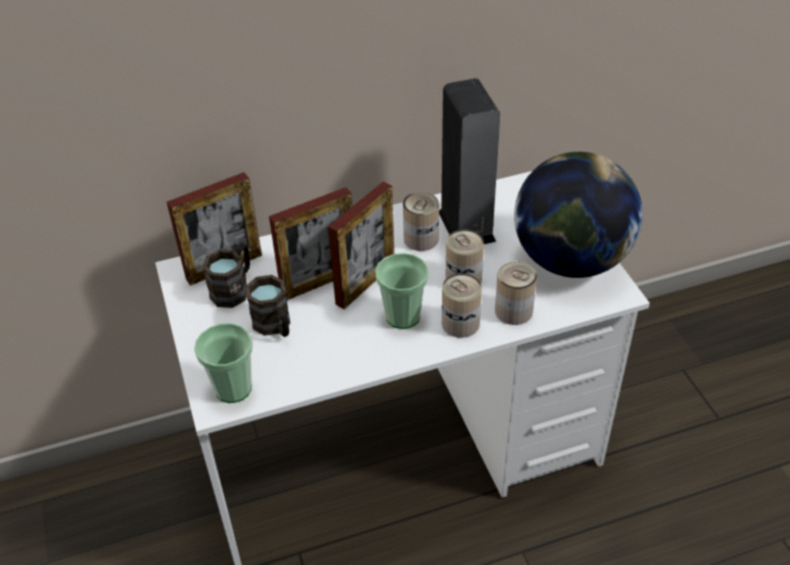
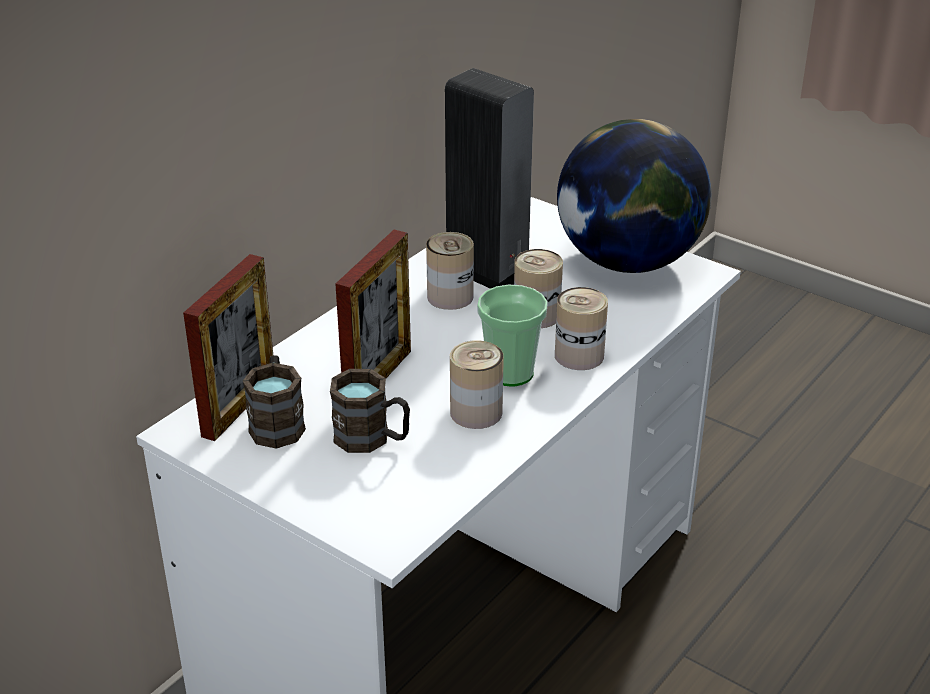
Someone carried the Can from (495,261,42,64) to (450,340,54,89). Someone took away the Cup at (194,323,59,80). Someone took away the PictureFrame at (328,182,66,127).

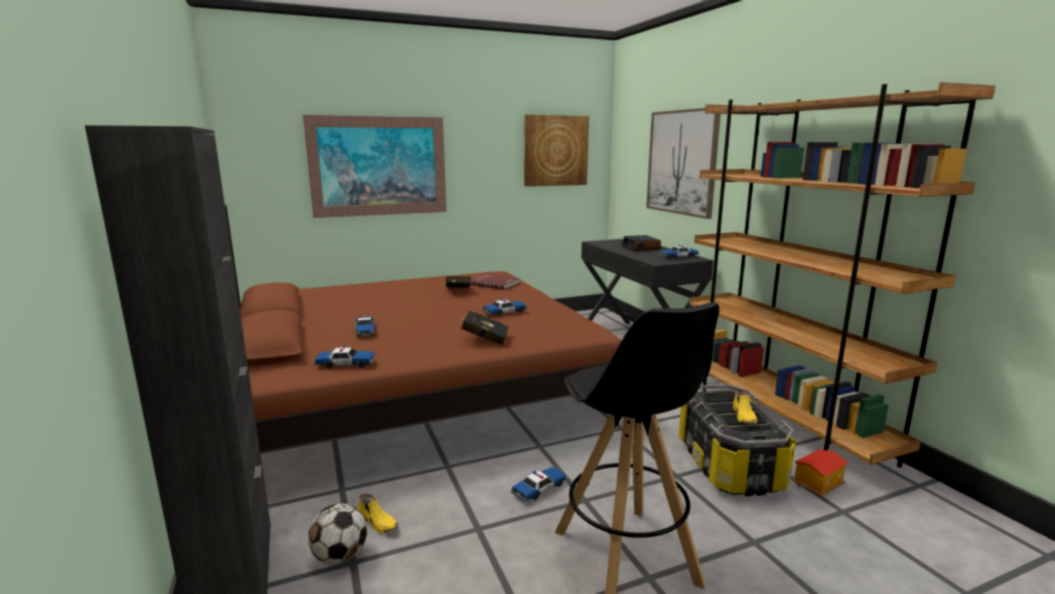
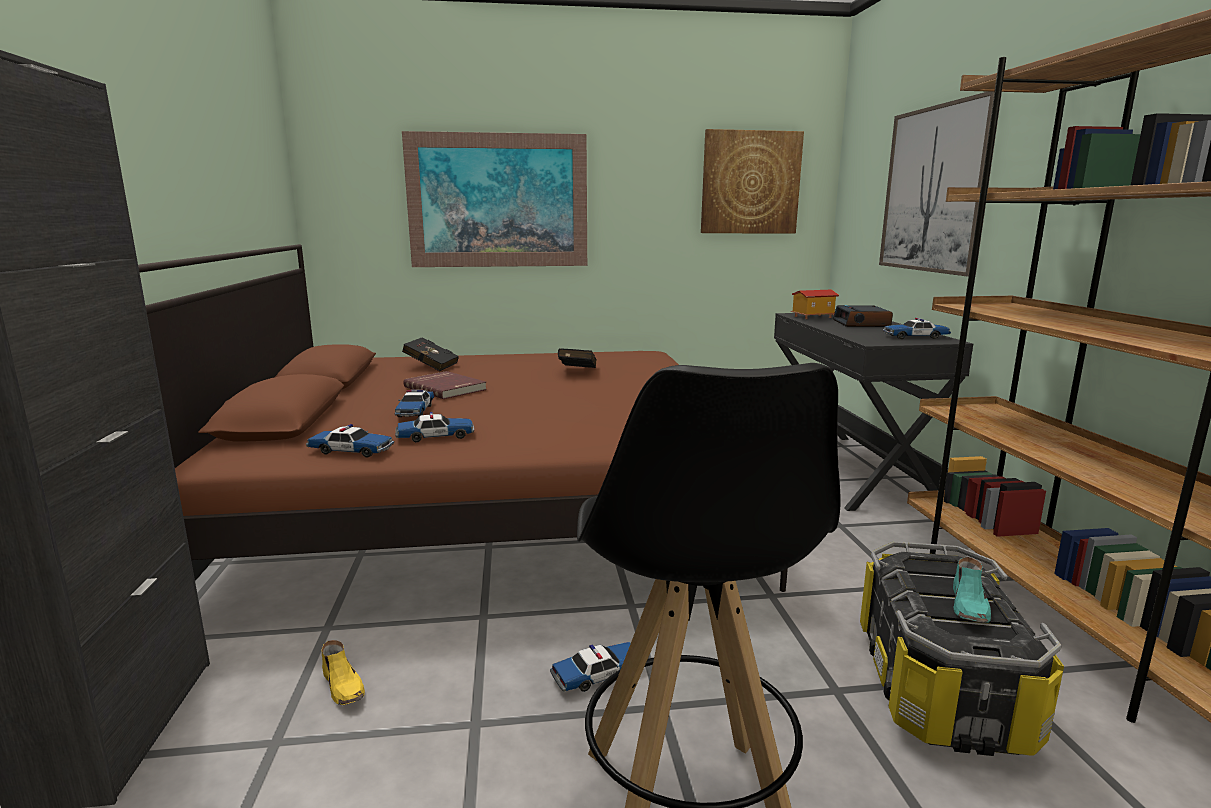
Someone carried the ToyCar from (482,298,45,18) to (395,412,79,30). Someone carried the BlackBook from (457,311,52,35) to (402,338,57,33). Someone carried the RedBook from (470,274,50,16) to (403,371,84,28). Someone carried the ToyHouse from (792,449,56,48) to (791,289,48,30). Someone repainted the YellowShoe at (733,390,24,34), which became the TurquoiseShoe at (953,557,38,66). Someone took away the Football at (308,503,59,61).

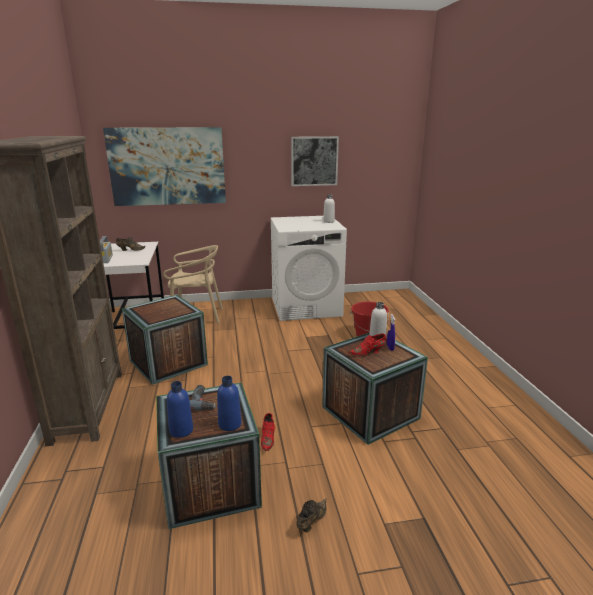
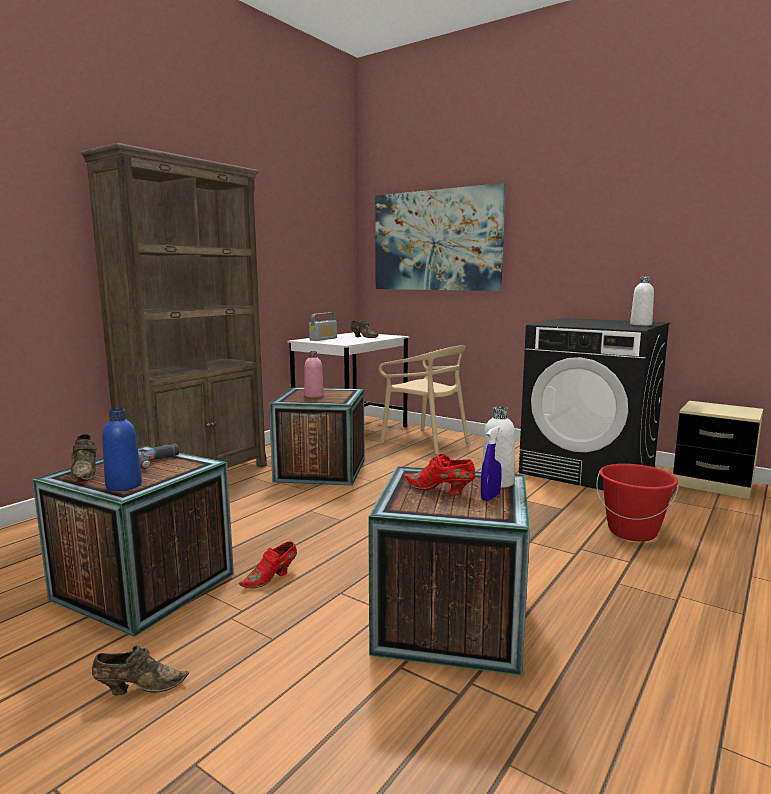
Someone swapped the BlueBottle at (167,381,26,57) for the BrownShoe at (70,434,27,48). Someone put down the PinkBottle at (304,351,20,47). Someone repainted the WhiteWashingMachine at (270,216,77,105), which became the BlackWashingMachine at (519,318,151,172). Someone put down the BeigeNightstand at (673,401,90,98). Someone took away the Picture at (291,136,48,50).

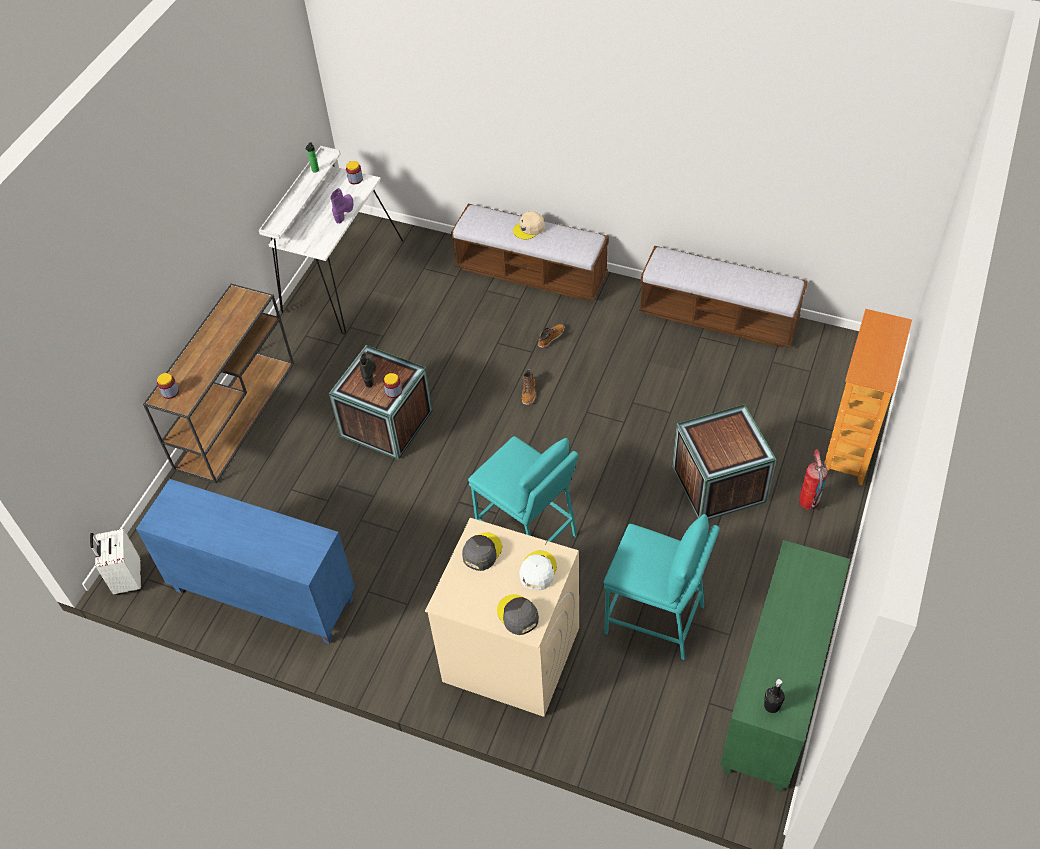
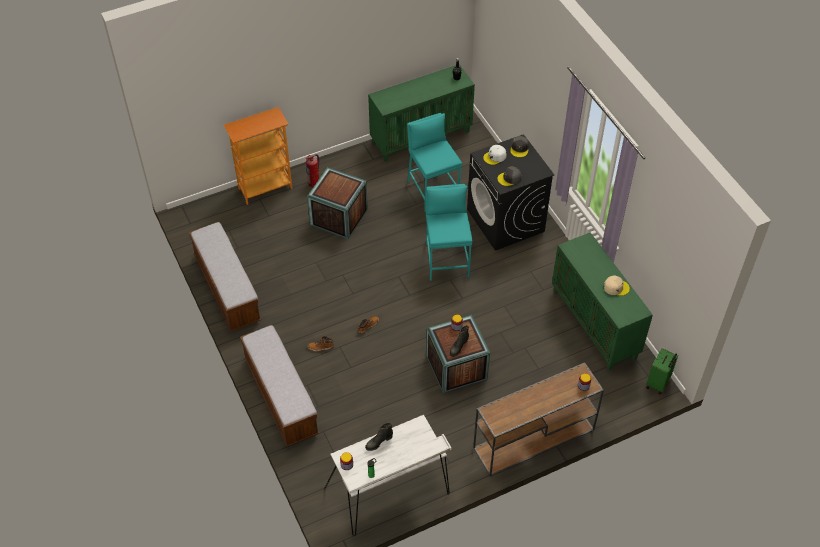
Someone repainted the PurpleBoot at (330,188,24,35), which became the BlackBoot at (365,423,28,28). Someone repainted the BeigeWashingMachine at (425,518,154,199), which became the BlackWashingMachine at (467,134,87,117). Someone repainted the BlueCabinet at (136,479,219,165), which became the GreenCabinet at (552,232,101,138). Someone carried the BeigeCap from (513,211,32,28) to (604,276,26,20). Someone repainted the WhiteSuitcase at (90,529,51,66), which became the GreenSuitcase at (646,348,32,47).

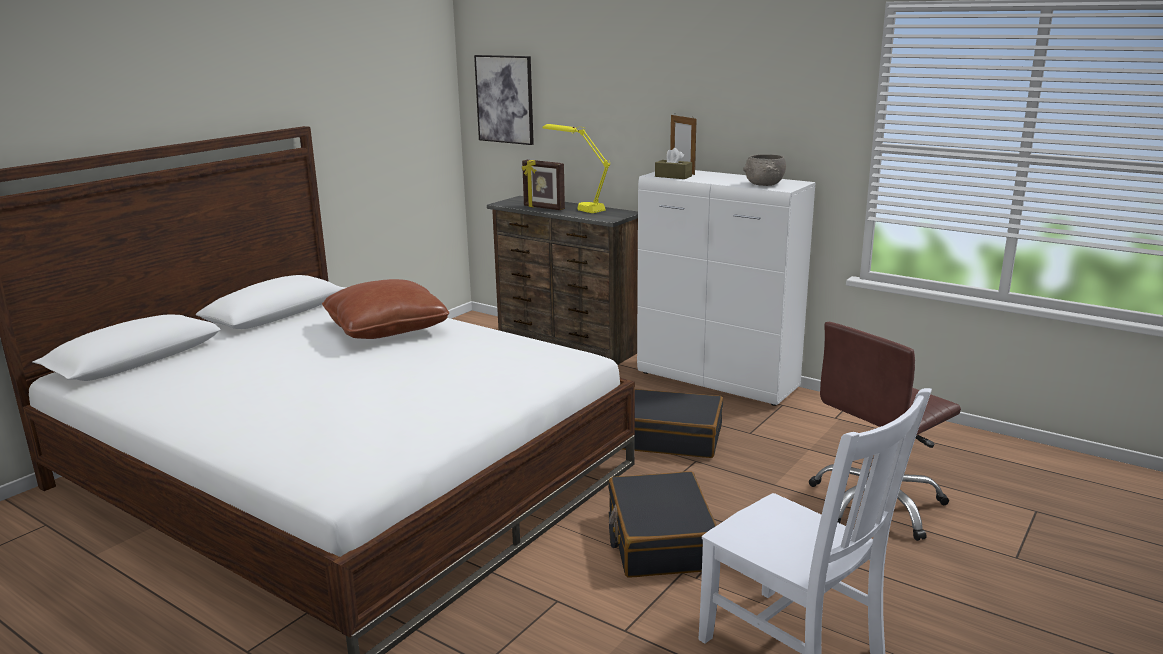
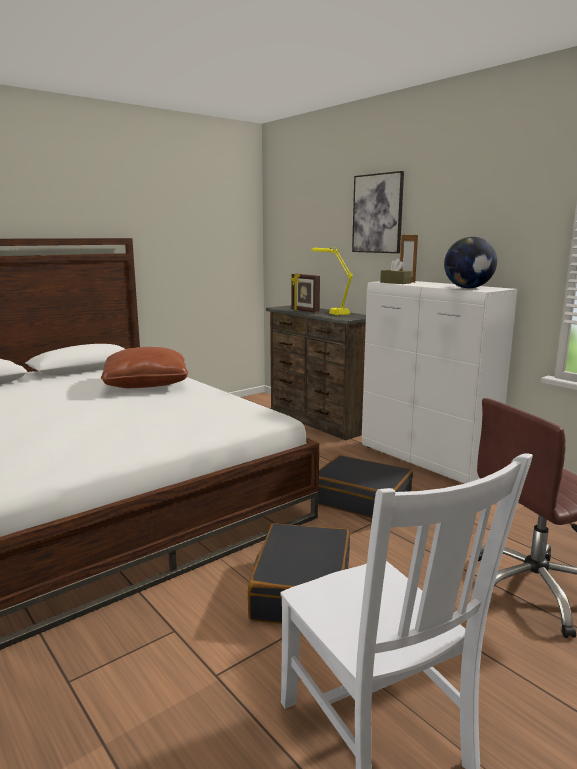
Someone carried the Picture from (474,55,60,90) to (352,171,52,82). Someone swapped the GreyBowl at (743,154,43,32) for the Globe at (444,237,53,51).

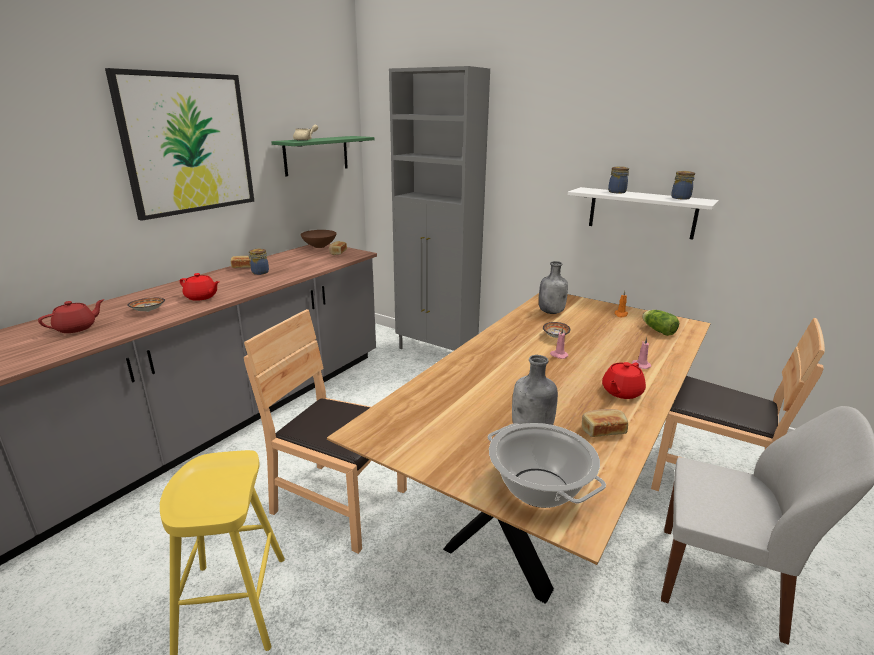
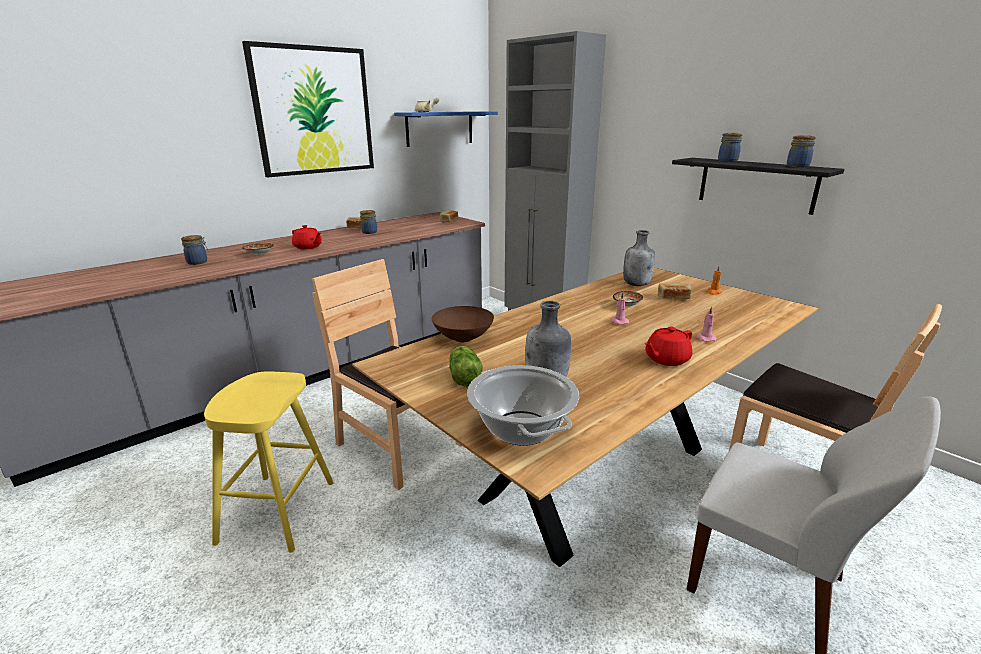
Someone swapped the RedTeapot at (38,299,66,34) for the Jar at (181,235,27,30). Someone repainted the GreenShelf at (271,136,104,40), which became the BlueShelf at (394,111,104,36). Someone carried the BrownBowl from (300,230,36,18) to (432,306,62,36). Someone carried the Lettuce from (642,310,37,26) to (449,346,34,41). Someone carried the Bread from (582,409,46,28) to (658,283,33,16). Someone repainted the WhiteShelf at (568,187,151,52), which became the BlackShelf at (672,158,172,57).

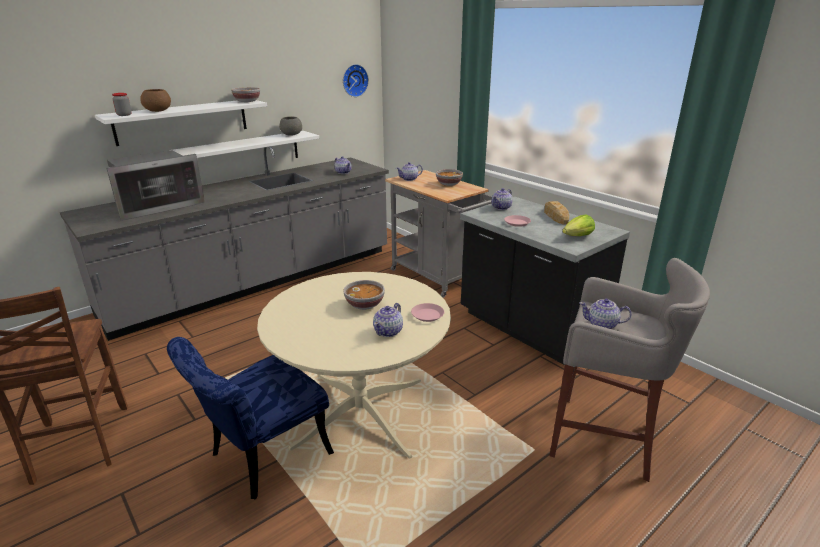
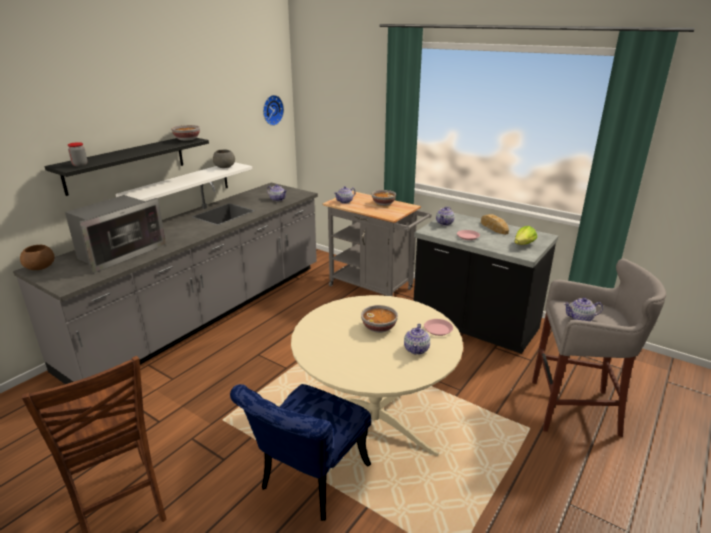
Someone carried the BrownBowl from (140,89,31,23) to (20,245,34,25). Someone repainted the WhiteShelf at (95,100,172,46), which became the BlackShelf at (44,138,165,58).

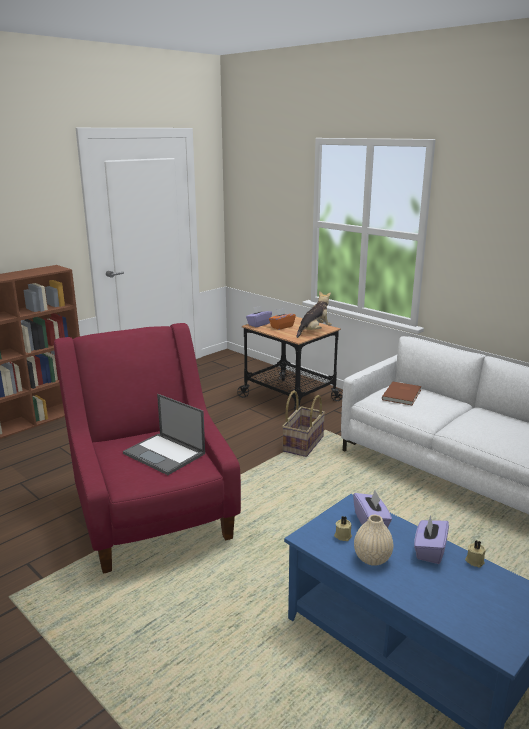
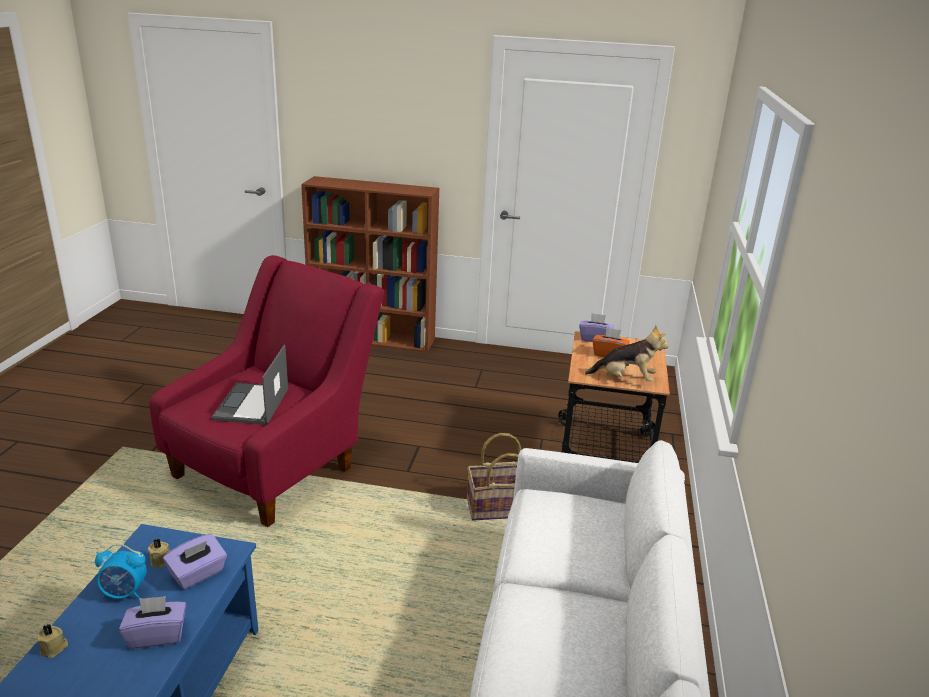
Someone carried the BeigeCandle from (465,540,21,27) to (37,624,31,34). Someone swapped the BeigeVase at (354,515,40,51) for the AlarmClock at (95,544,52,55). Someone took away the BrownBook at (382,382,39,23).

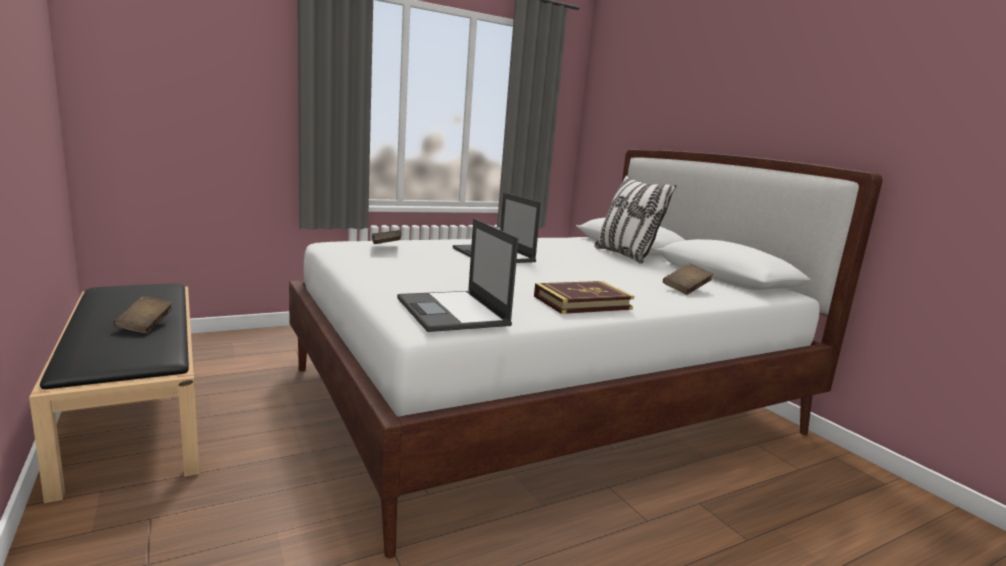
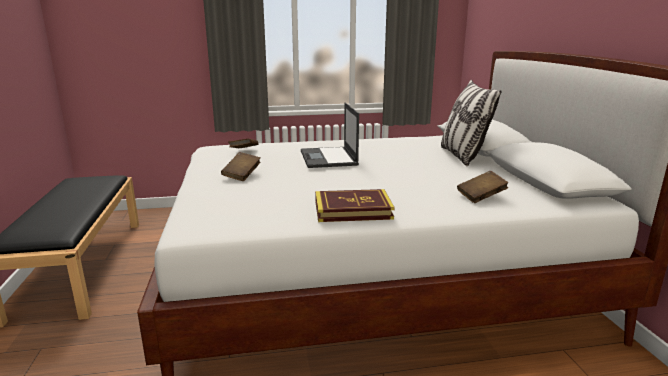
Someone carried the BrownBook from (114,296,59,38) to (221,152,39,29). Someone took away the Laptop at (397,219,122,113).

